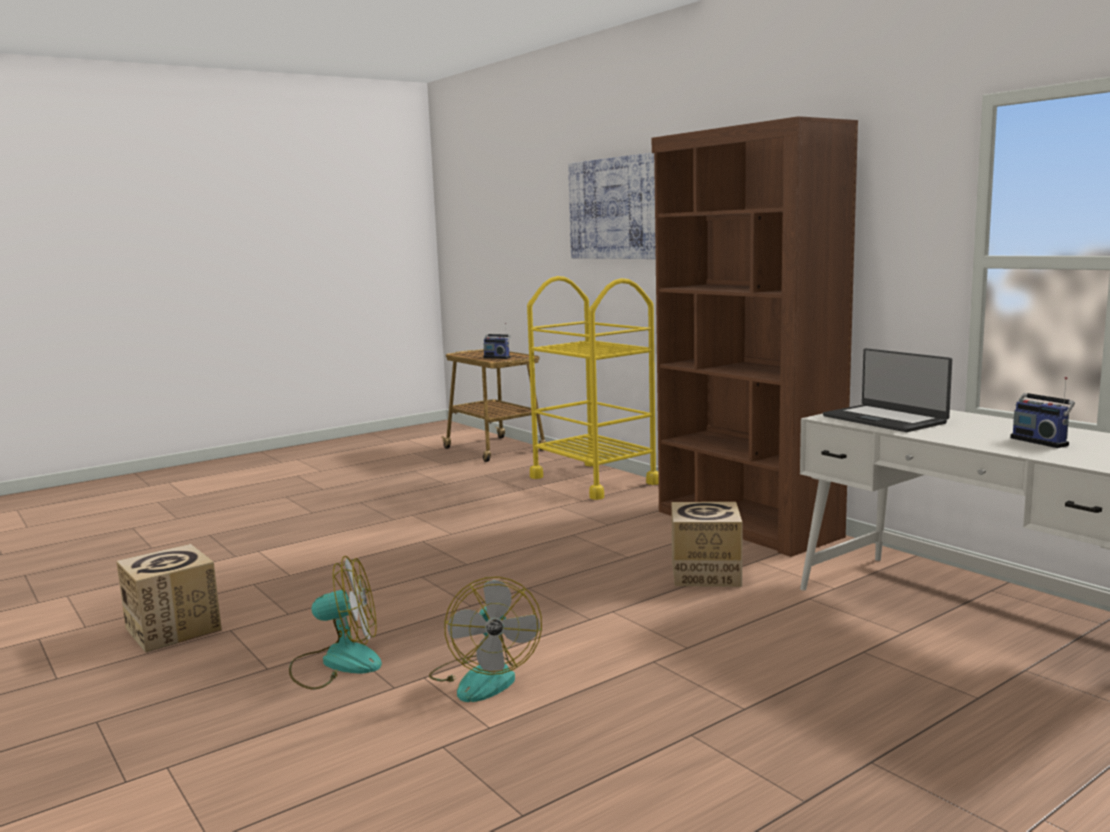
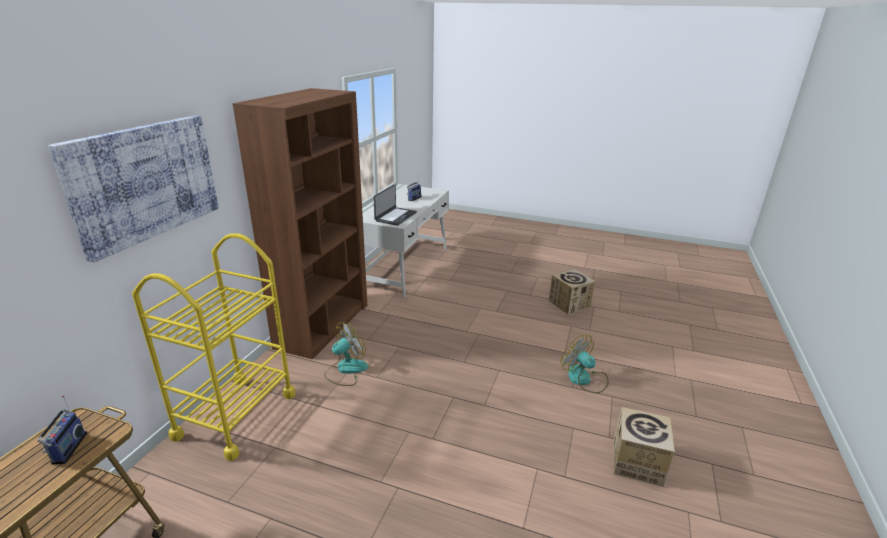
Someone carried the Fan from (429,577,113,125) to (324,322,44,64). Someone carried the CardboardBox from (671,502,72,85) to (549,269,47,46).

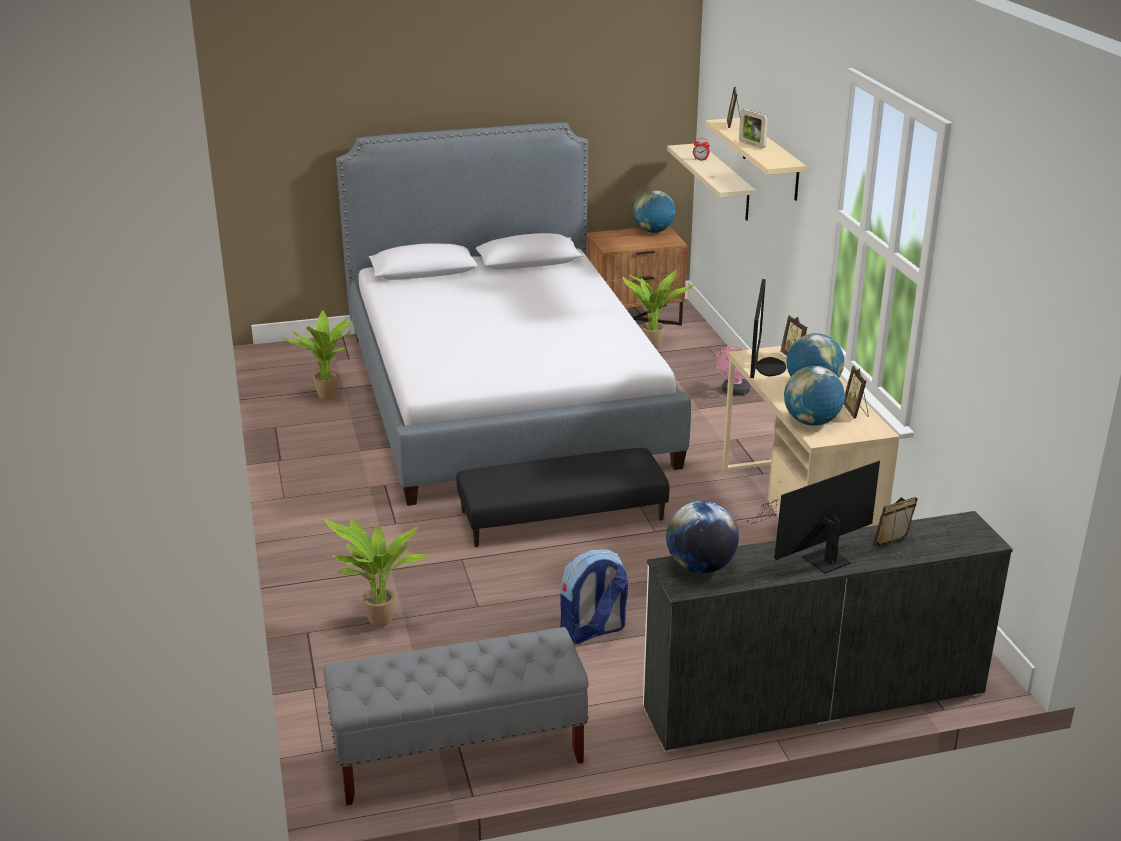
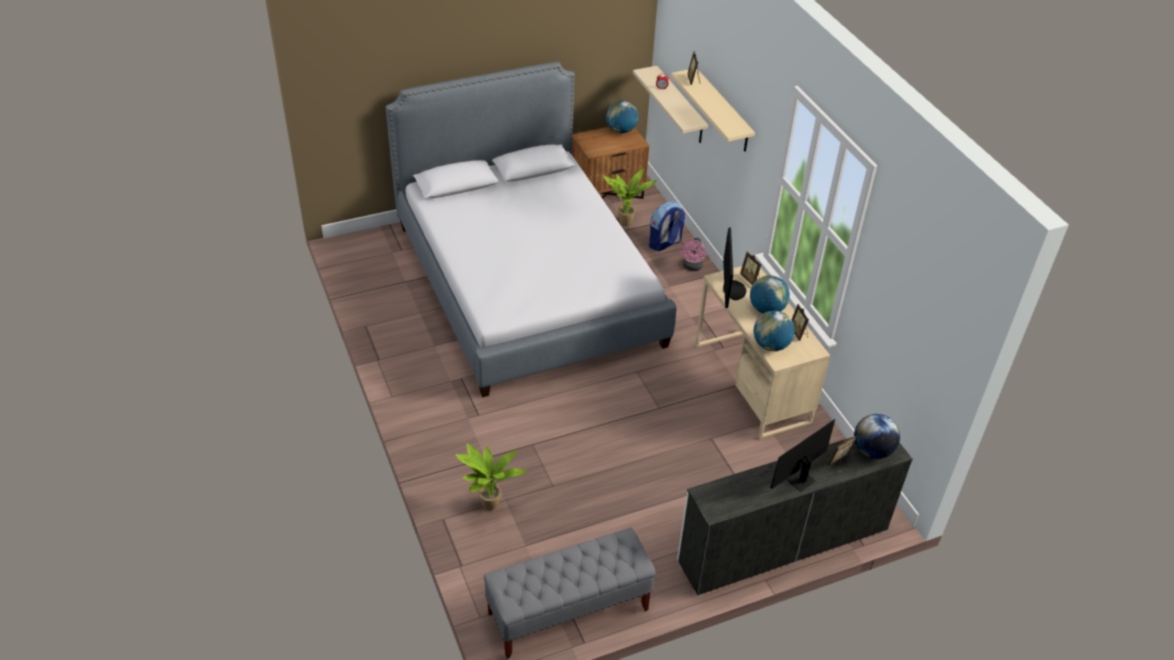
Someone carried the Backpack from (560,549,68,95) to (649,201,36,50). Someone carried the Globe from (666,501,73,72) to (854,414,46,45). Someone took away the PottedPlant at (284,310,69,90). Someone took away the BlackOttoman at (456,448,213,99). Someone took away the PictureFrame at (739,109,29,40).

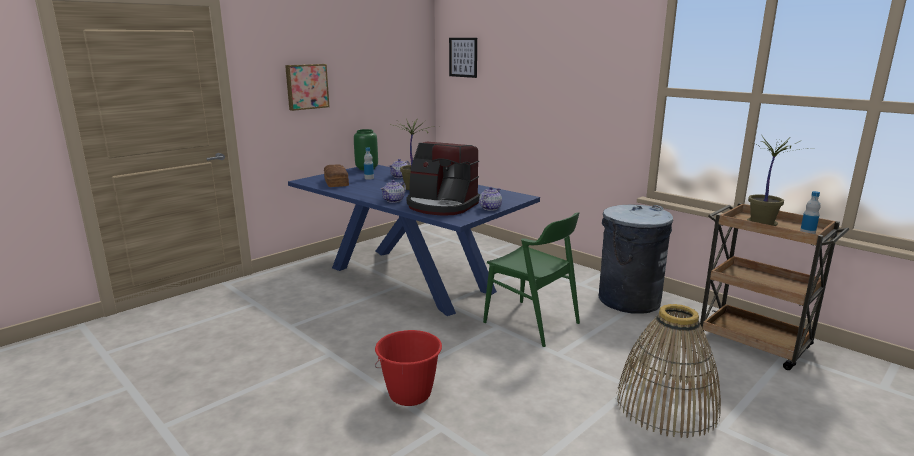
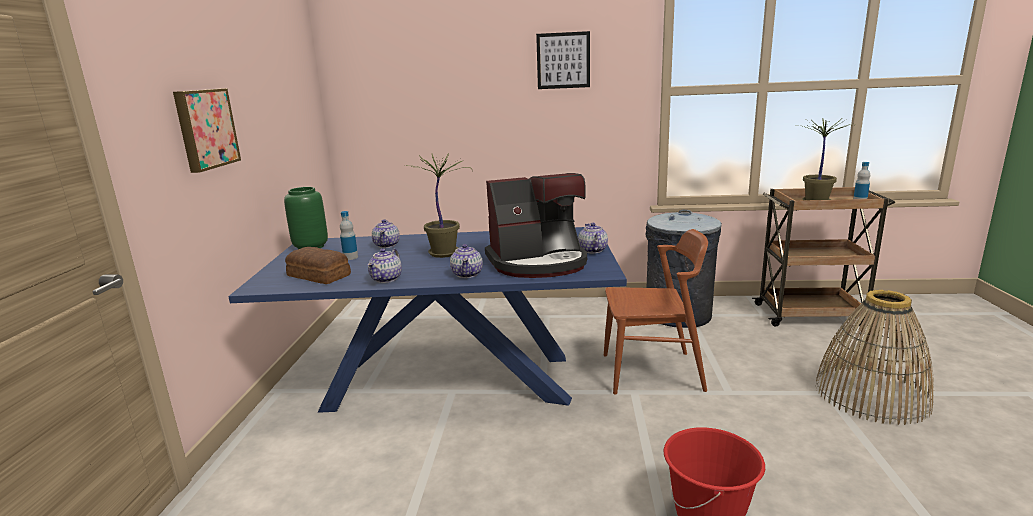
Someone put down the Teapot at (367,249,35,34). Someone carried the Picture from (449,38,28,40) to (536,31,54,58). Someone repainted the GreenChair at (483,212,97,135), which became the BrownChair at (604,229,104,166).

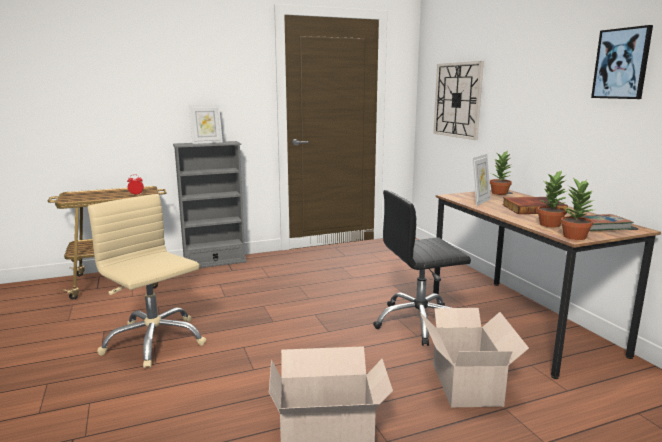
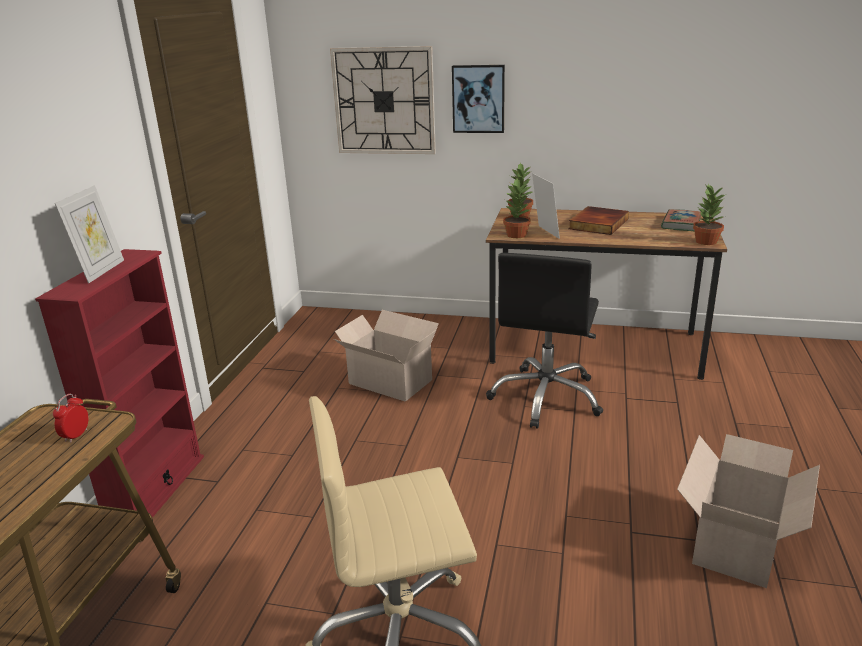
Someone repainted the GreyBookcase at (173,141,74,127), which became the RedBookcase at (35,249,169,269). Someone carried the CardboardBox from (420,308,109,99) to (334,310,105,92). Someone carried the Picture from (591,25,62,74) to (452,65,53,68). Someone carried the PottedPlant from (537,170,30,58) to (503,179,28,59).

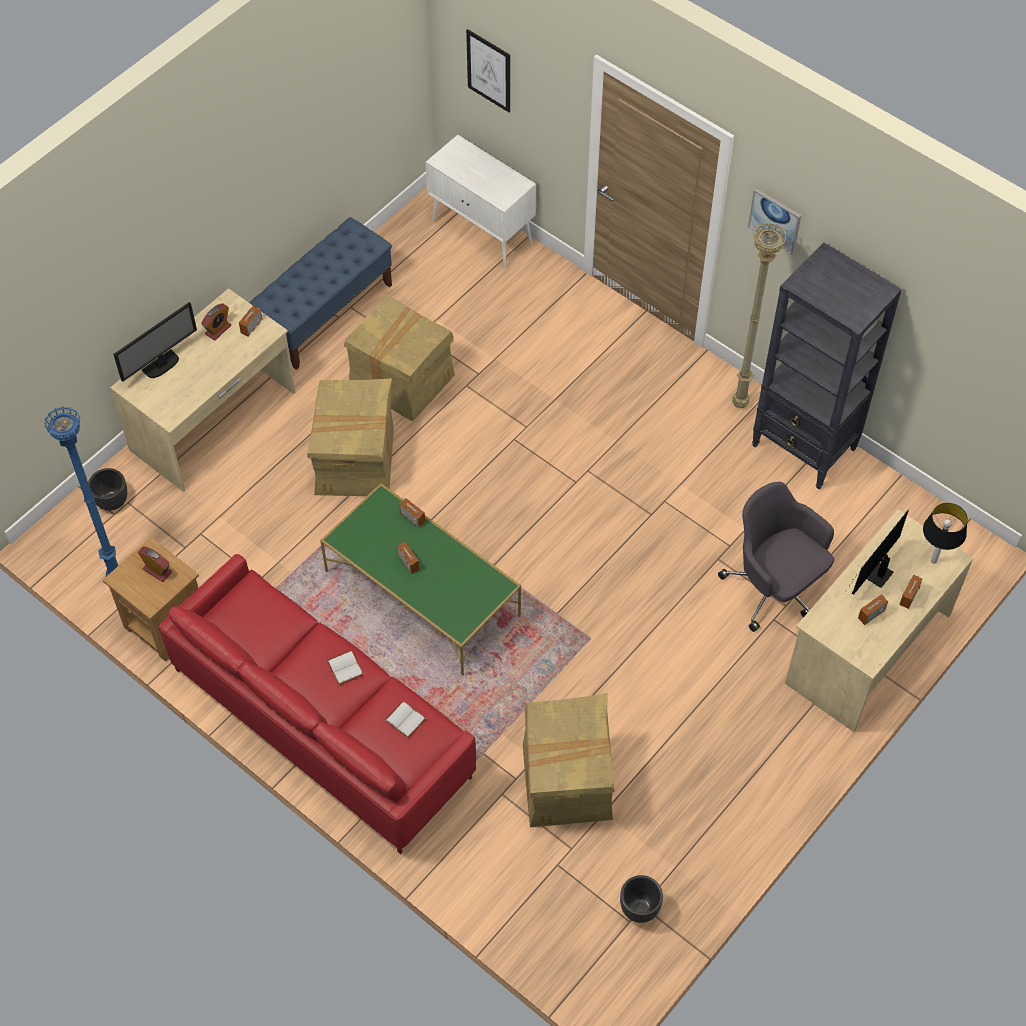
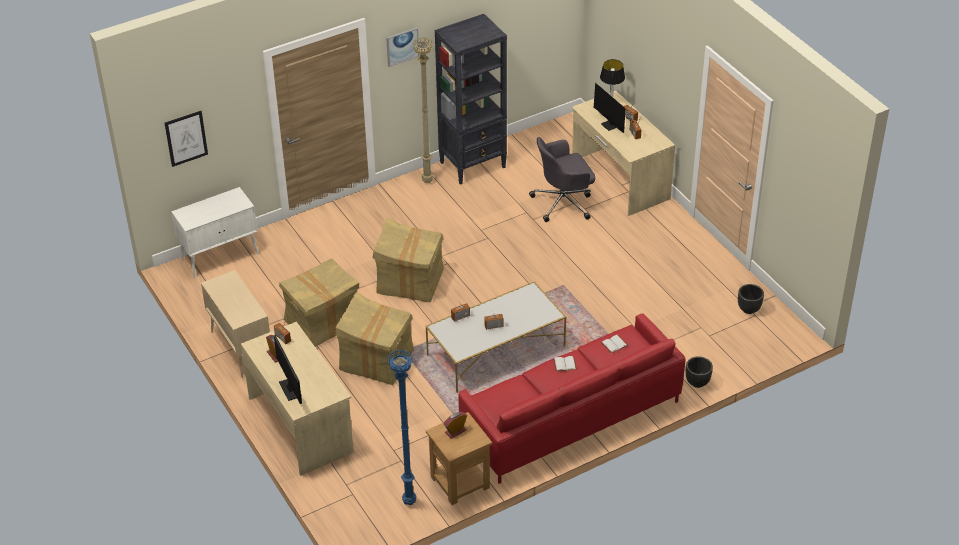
Someone swapped the BlueBench at (249,217,143,153) for the BeigeCabinet at (201,270,69,107). Someone carried the CardboardBox from (523,693,92,134) to (373,217,71,86). Someone repainted the GreenCoffeeTable at (320,483,201,193), which became the WhiteCoffeeTable at (425,282,141,111). Someone carried the BlackPlanter from (88,468,39,43) to (686,356,27,32).

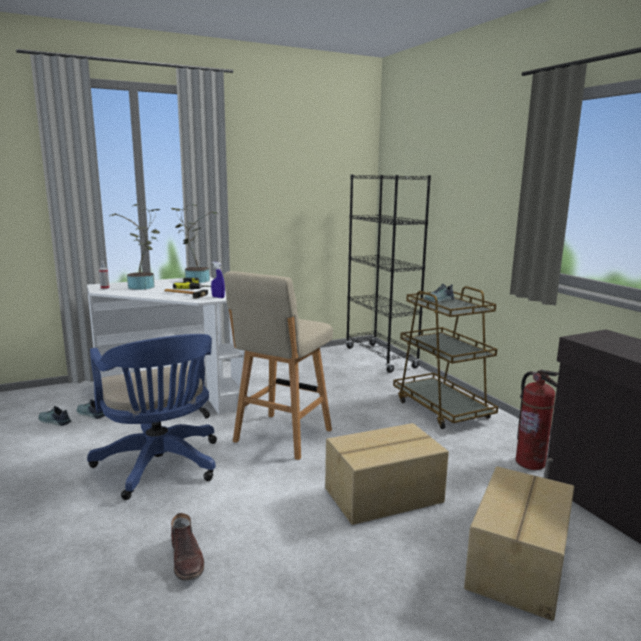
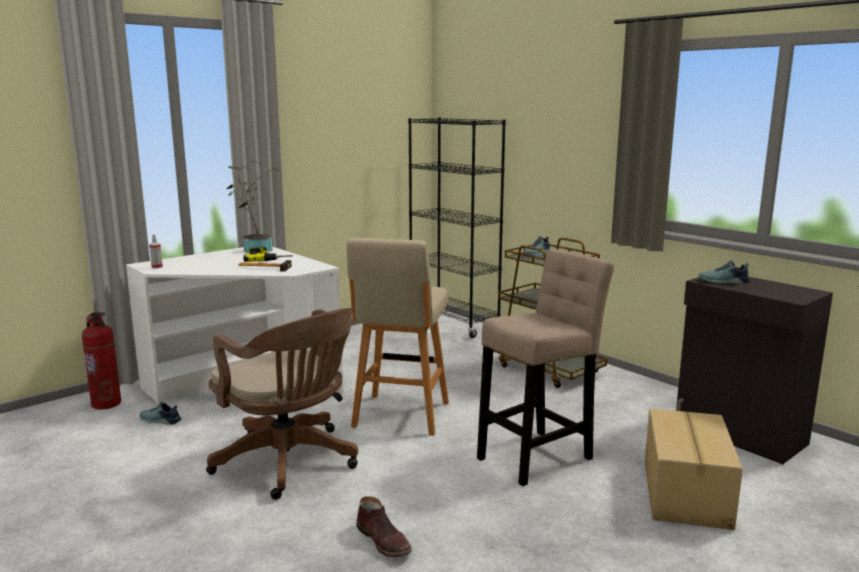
Someone carried the FireExtinguisher from (516,369,43,101) to (82,312,39,98). Someone repainted the BlueOfficeChair at (87,334,130,166), which became the BrownOfficeChair at (206,308,152,192). Someone swapped the CardboardBox at (325,423,124,102) for the BeigeStool at (477,249,137,237). Someone carried the Shoe from (38,406,33,20) to (699,260,51,24). Someone took away the PottedPlant at (109,204,51,86). Someone took away the BlueSprayBottle at (211,262,14,36).

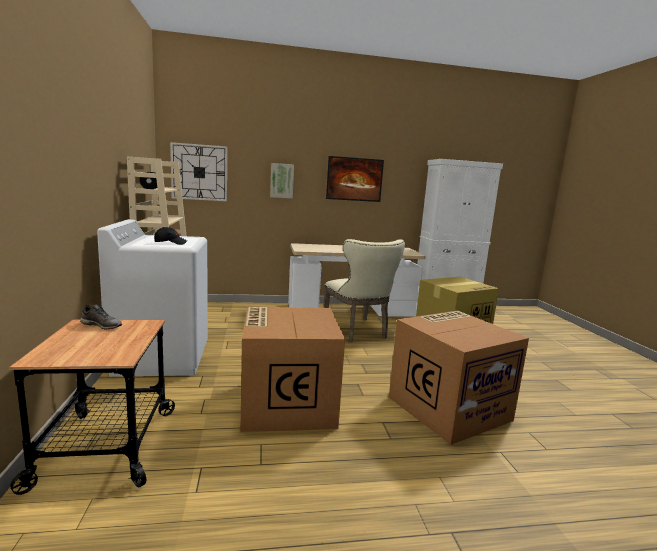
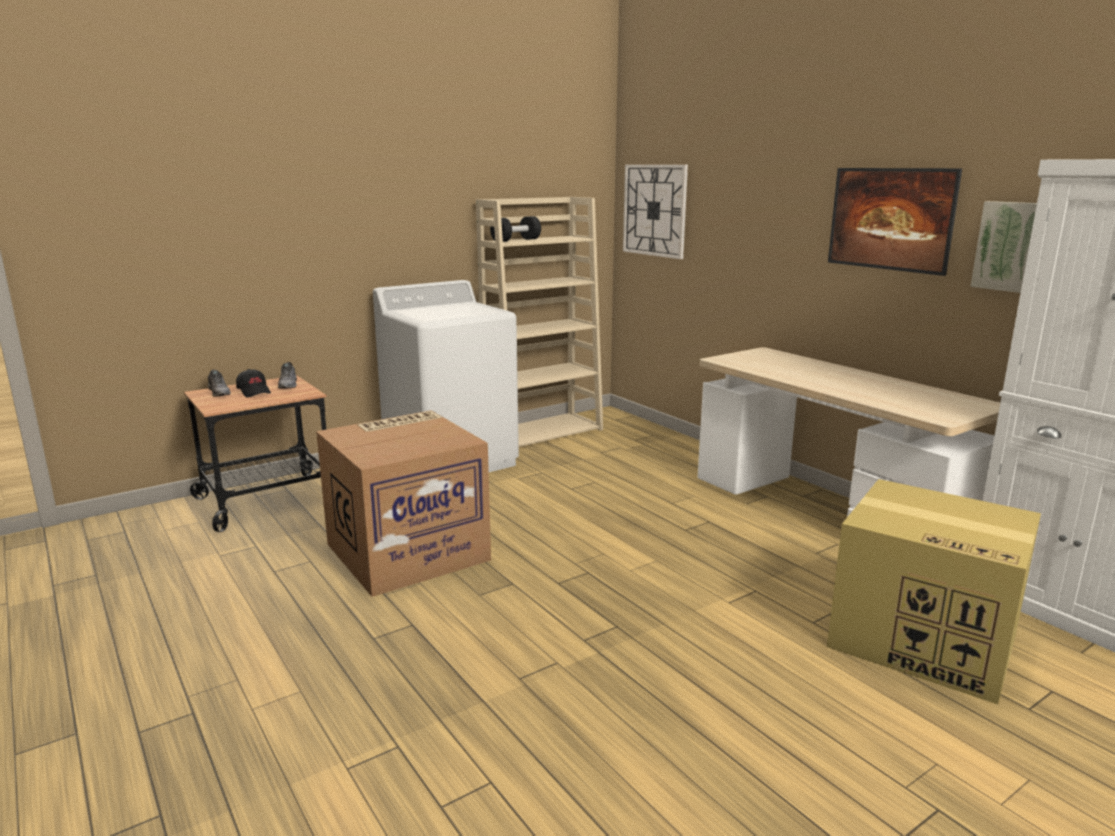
Someone put down the GreyShoe at (208,370,23,26). Someone carried the BlackCap from (154,227,33,18) to (236,369,35,28). Someone carried the Picture from (270,163,24,35) to (970,201,67,92). Someone took away the BeigeChair at (324,239,81,103). Someone took away the CardboardBox at (389,311,140,134).

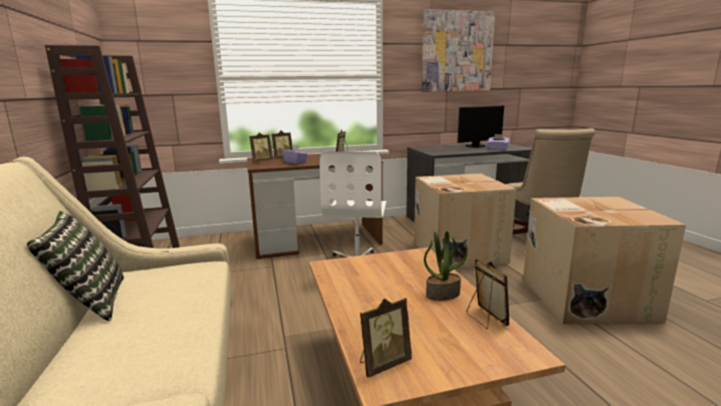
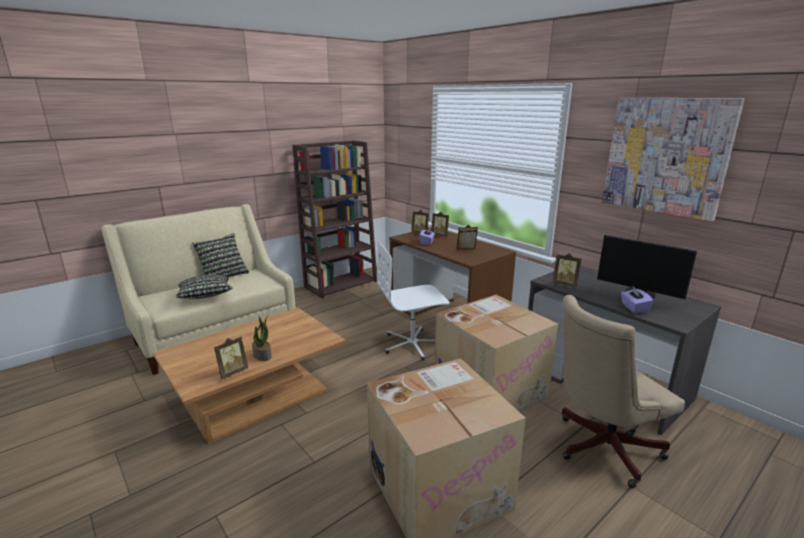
Someone put down the Pillow at (176,275,57,24). Someone carried the PictureFrame from (360,298,52,80) to (552,253,29,34).

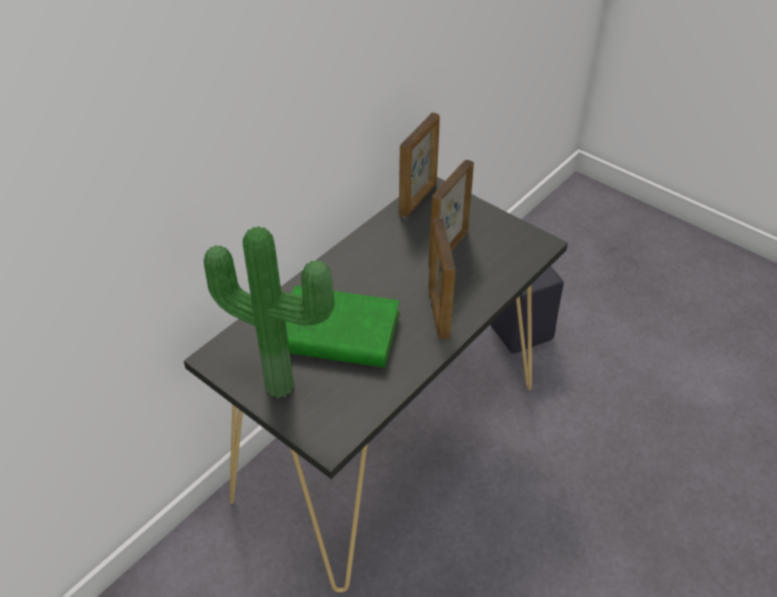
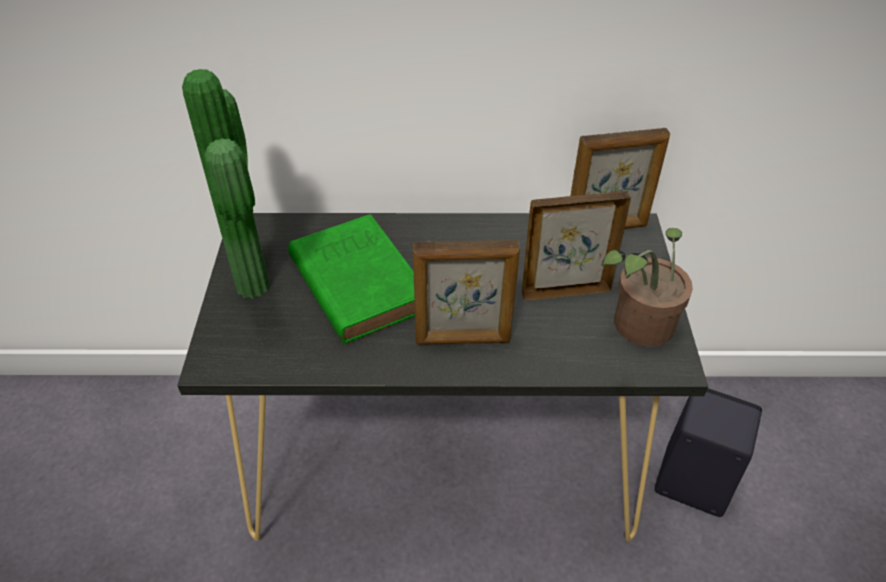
Someone rotated the PictureFrame at (428,218,28,121) by 135 degrees counterclockwise. Someone put down the PottedPlant at (601,228,92,119).

